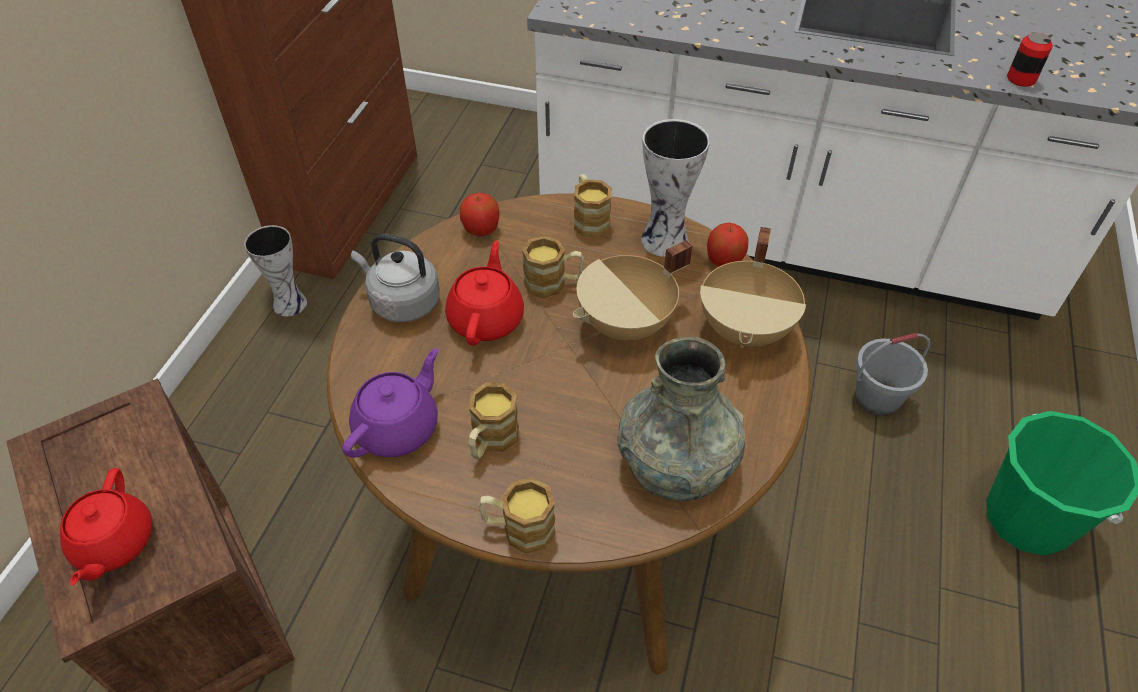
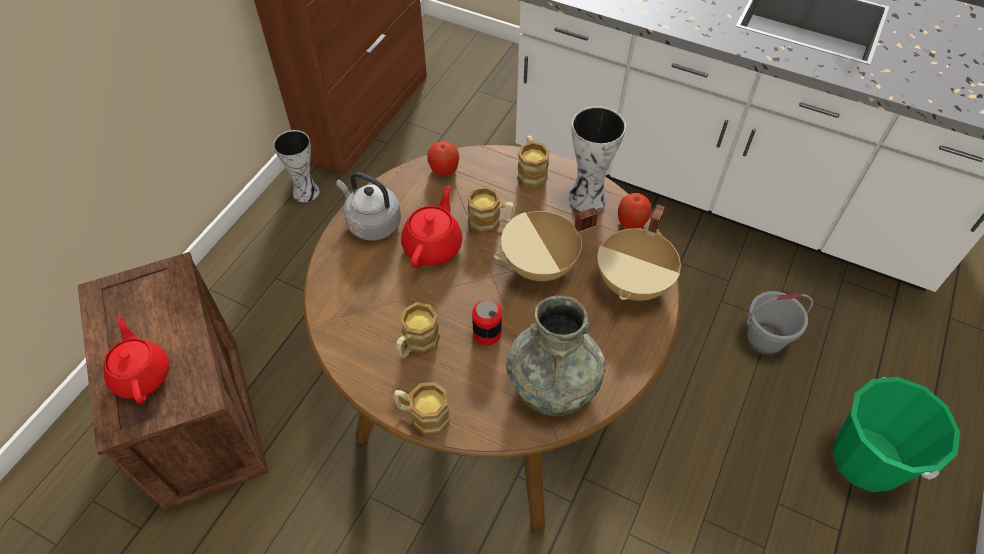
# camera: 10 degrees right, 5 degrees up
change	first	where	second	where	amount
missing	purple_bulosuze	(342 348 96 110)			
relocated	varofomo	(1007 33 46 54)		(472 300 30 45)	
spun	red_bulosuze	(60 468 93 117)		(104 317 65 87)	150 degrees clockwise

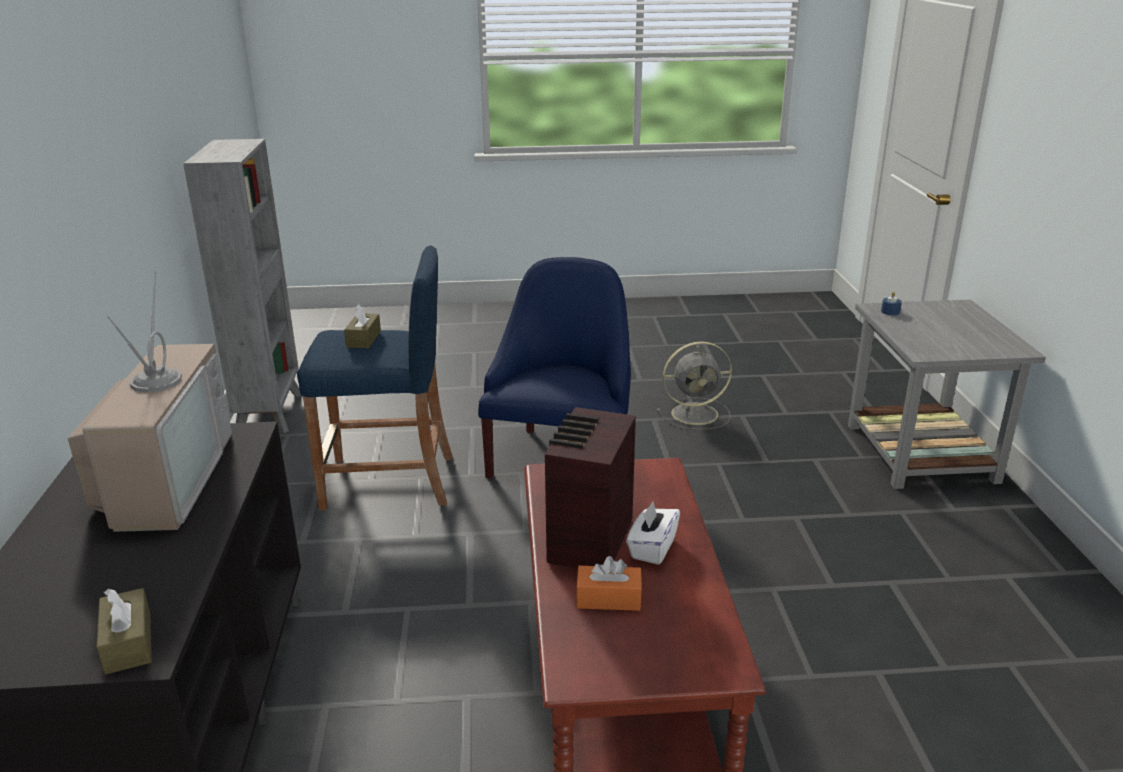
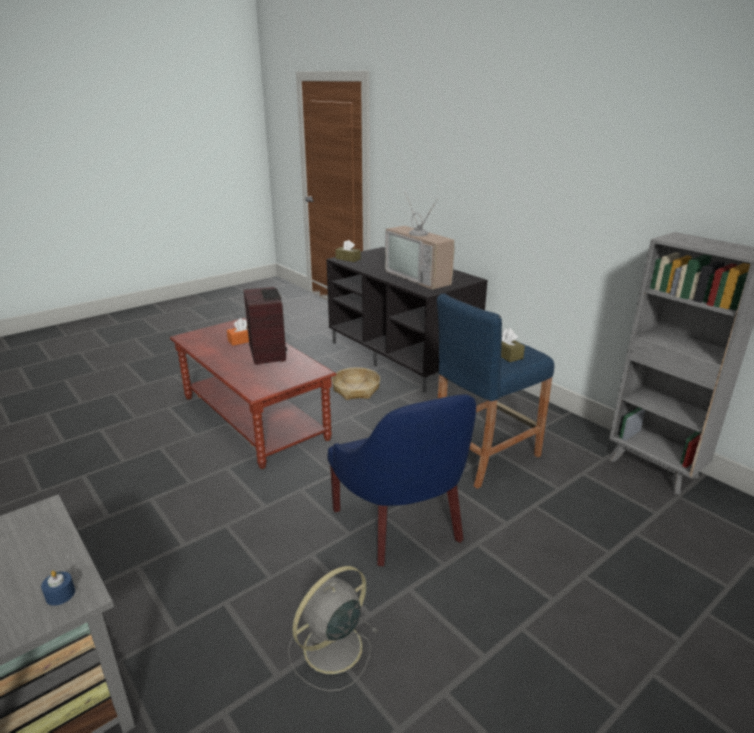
# camera: 145 degrees right, 0 degrees up
change	first	where	second	where	amount
missing	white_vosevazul	(626 501 54 64)			
appeared			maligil	(332 368 48 32)	

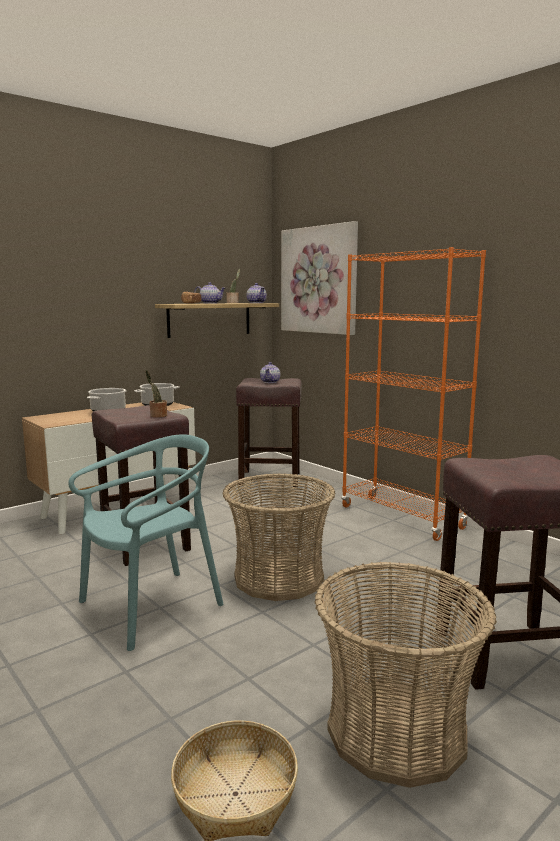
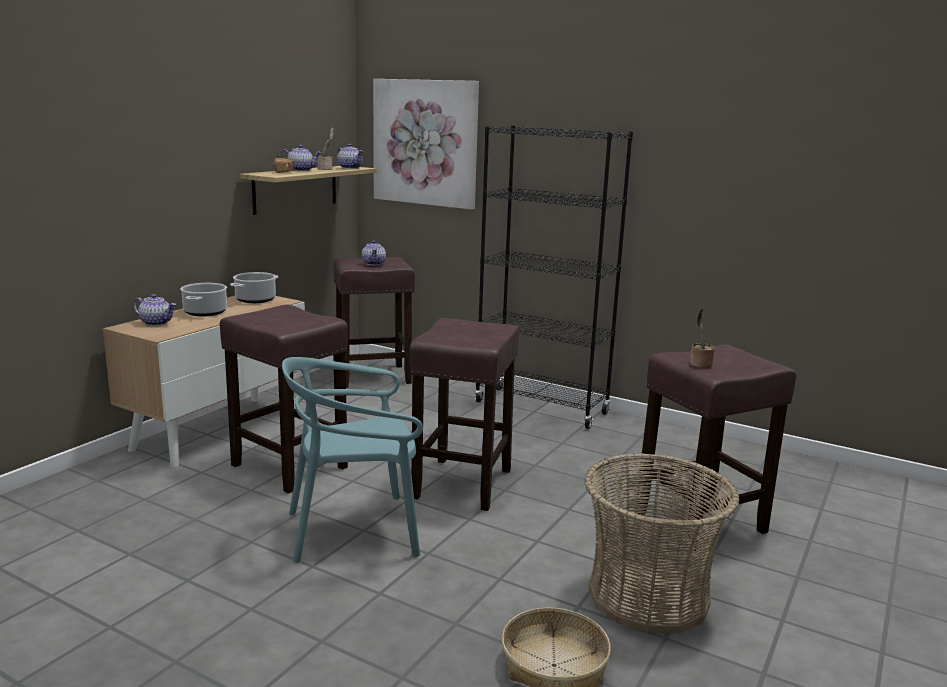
# camera: 20 degrees left, 5 degrees up
change	first	where	second	where	amount
appeared			bulosuze	(133 294 43 32)	
relocated	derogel	(145 370 22 48)		(690 308 25 60)	
exchanged	maligil	(223 474 112 127)	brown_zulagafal	(410 318 110 193)	
colour	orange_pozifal	(341 247 145 294)	black_pozifal	(475 125 158 304)	
spun	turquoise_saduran	(68 434 155 217)		(282 357 141 206)	135 degrees counterclockwise

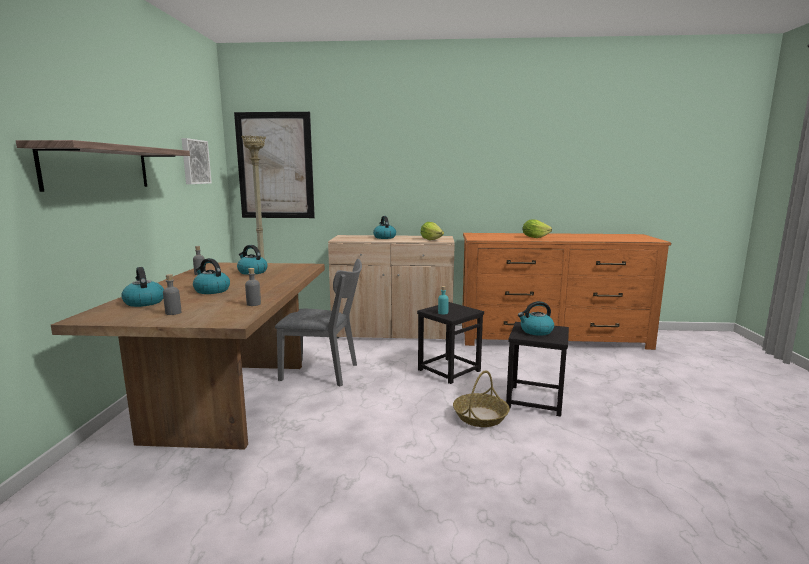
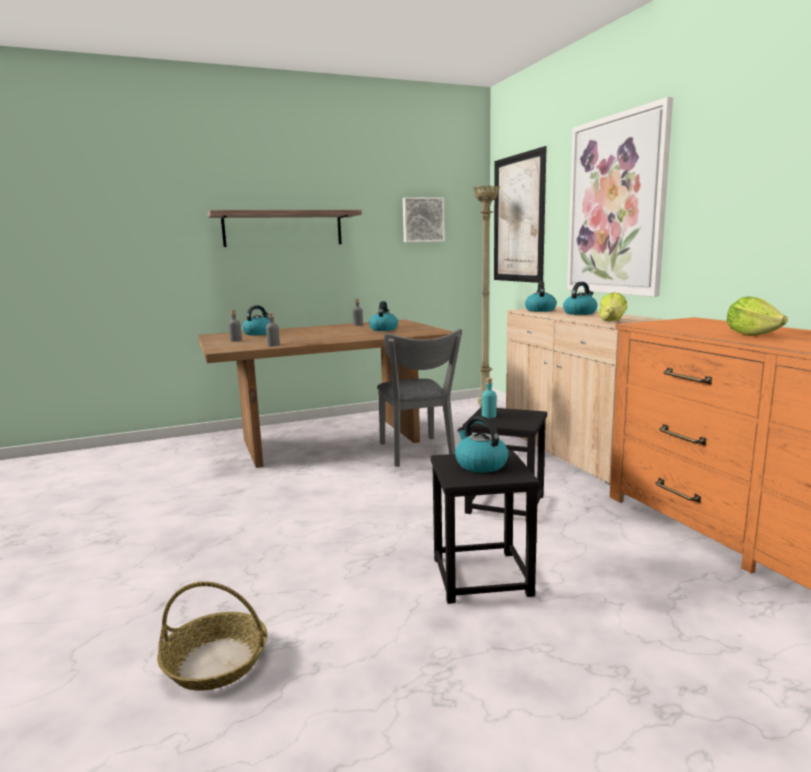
# camera: 65 degrees right, 0 degrees up
change	first	where	second	where	amount
appeared			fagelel	(567 97 106 200)	
relocated	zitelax	(193 258 37 36)		(525 281 32 31)	
relocated	maligil	(453 370 57 57)		(157 581 110 110)	

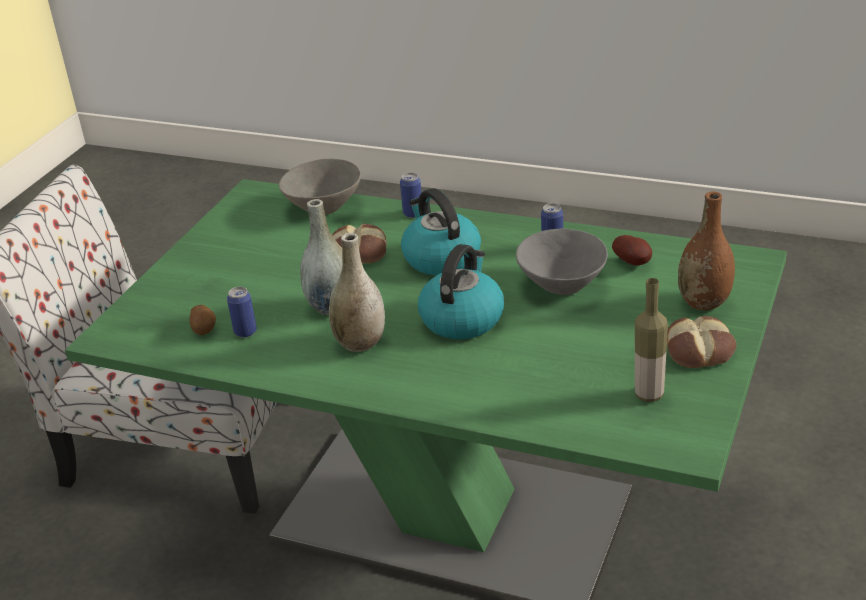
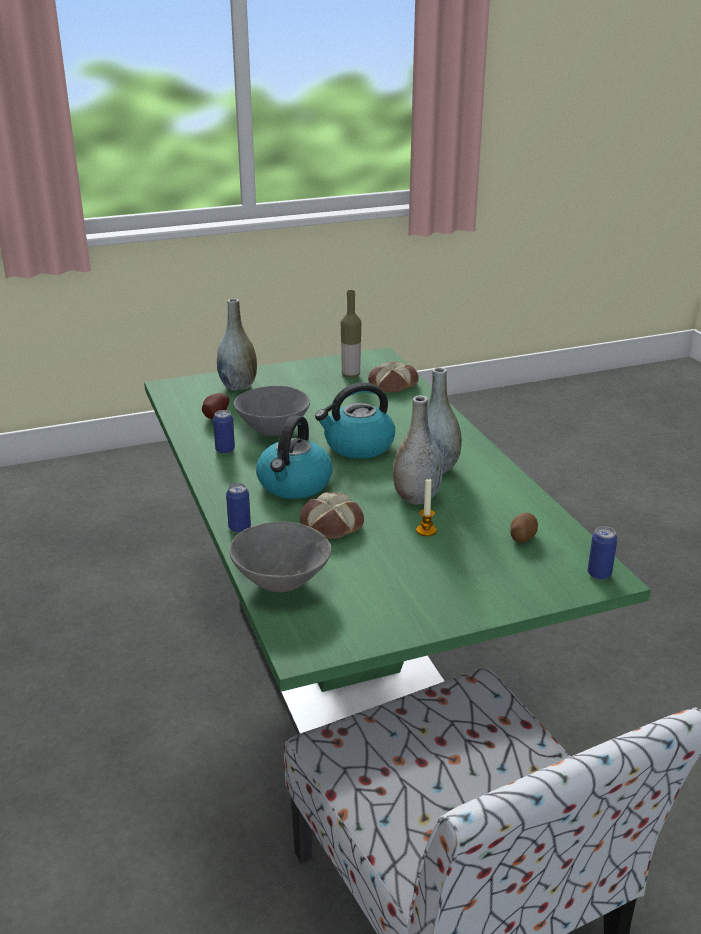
# camera: 135 degrees left, 5 degrees down
change	first	where	second	where	amount
appeared			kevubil	(416 478 21 58)	
relocated	varofomo	(227 287 30 51)		(588 526 29 54)	
relocated	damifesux	(667 316 70 52)		(368 362 51 31)	
colour	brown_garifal	(678 191 57 119)	grey_garifal	(217 299 40 92)	

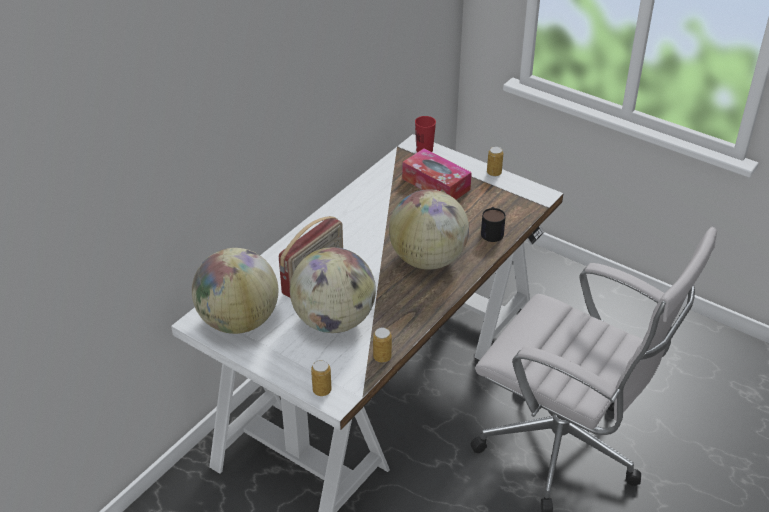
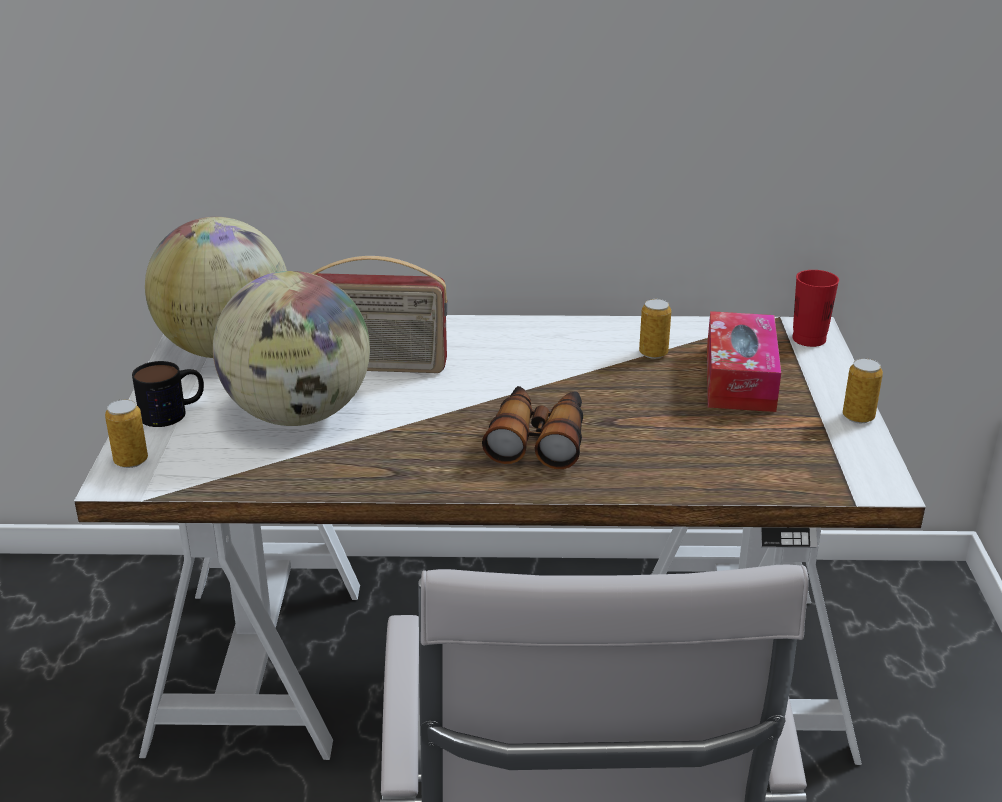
# camera: 55 degrees right, 10 degrees down
change	first	where	second	where	amount
relocated	varofomo	(373 327 19 36)		(639 299 32 60)	
relocated	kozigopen	(481 207 25 35)		(132 361 72 66)	
exchanged	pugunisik	(389 189 80 81)	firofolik	(482 386 101 83)	

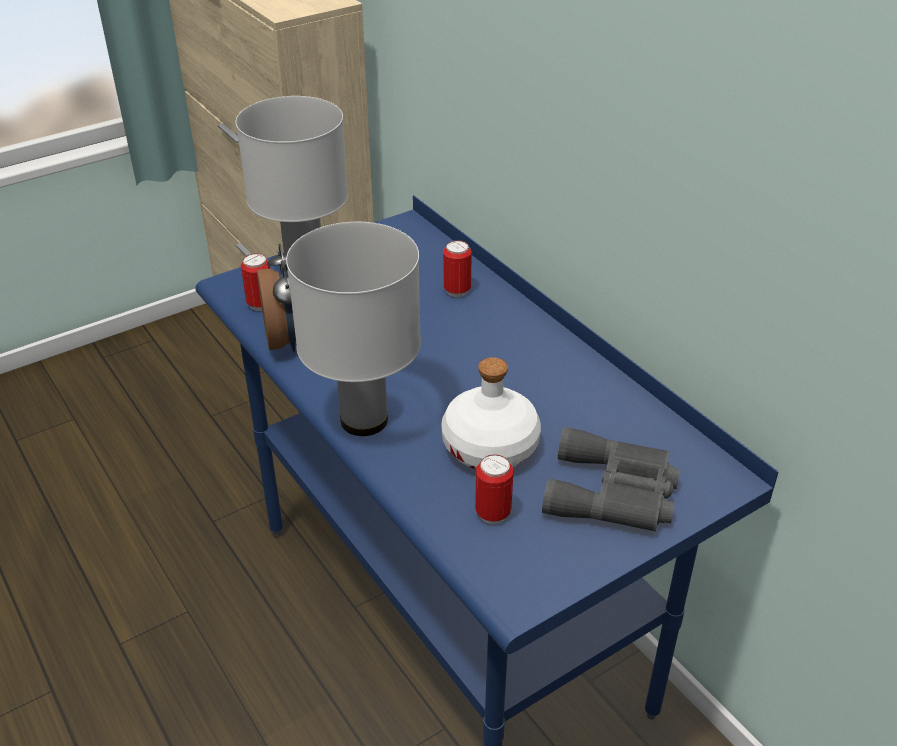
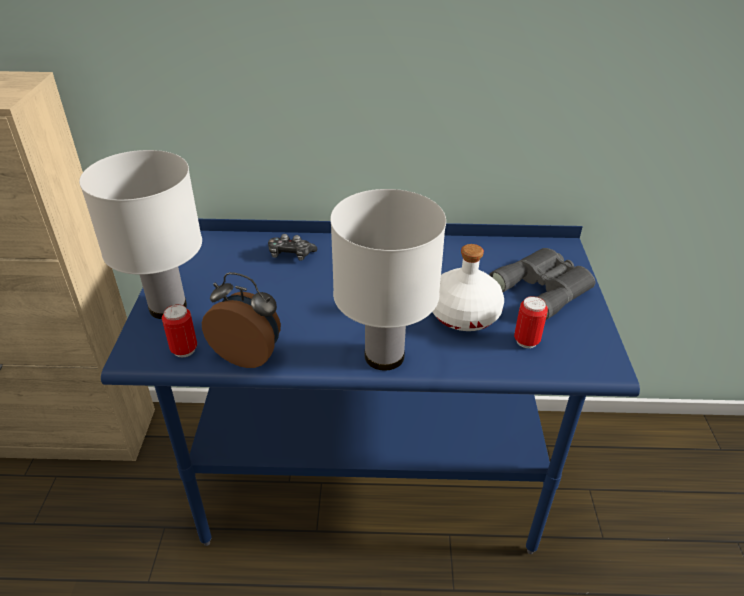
# camera: 55 degrees left, 0 degrees up
change	first	where	second	where	amount
exchanged	varofomo	(443 240 29 57)	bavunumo	(268 234 49 27)	

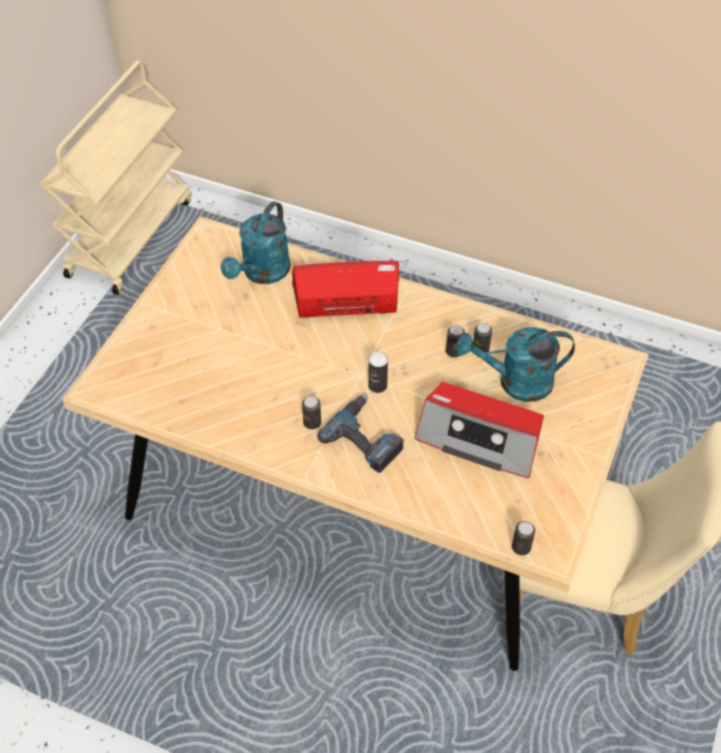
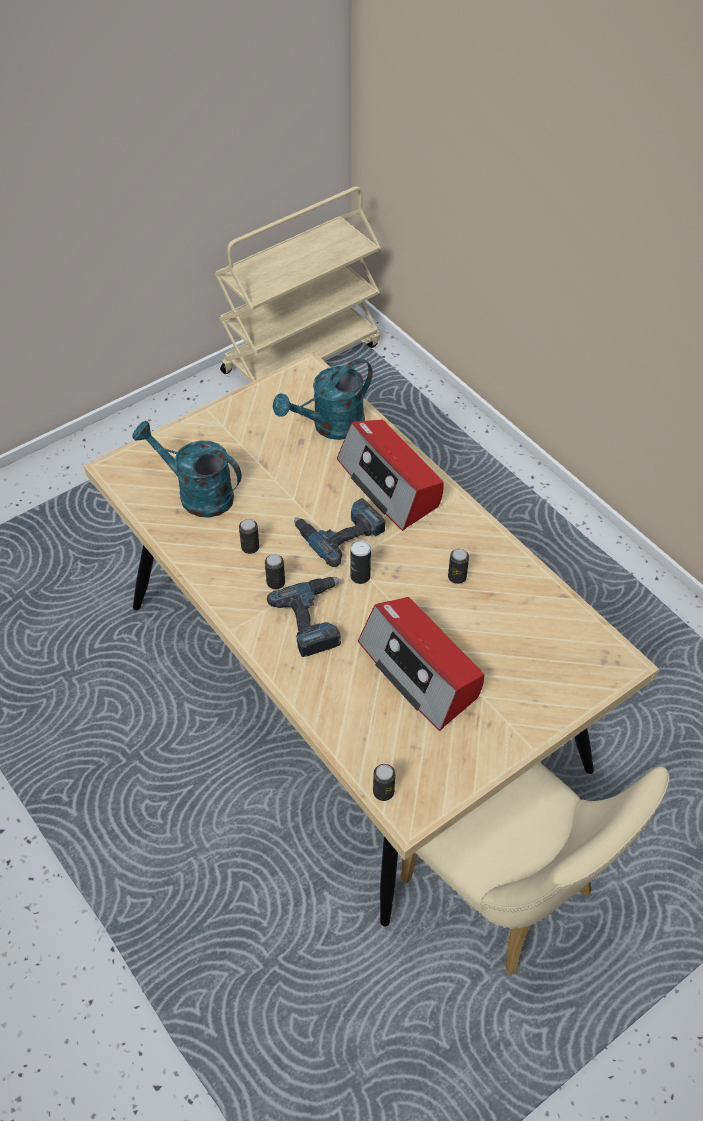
# camera: 30 degrees right, 0 degrees up
change	first	where	second	where	amount
appeared			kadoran	(294 498 91 69)	
relocated	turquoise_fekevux	(455 327 120 75)		(132 421 110 97)	
relocated	varofomo	(473 323 19 29)		(239 519 21 35)	
spun	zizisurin	(292 261 107 56)		(337 420 107 111)	150 degrees counterclockwise

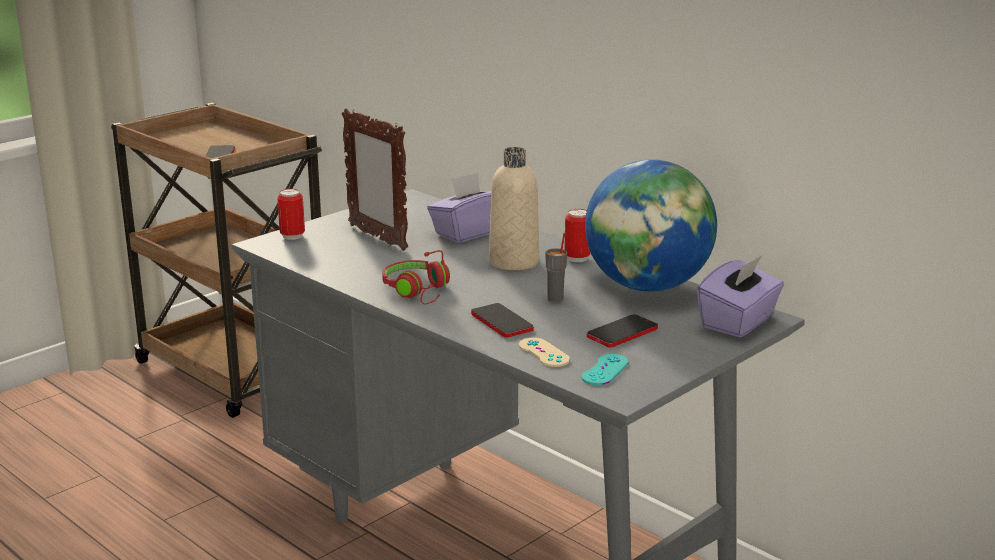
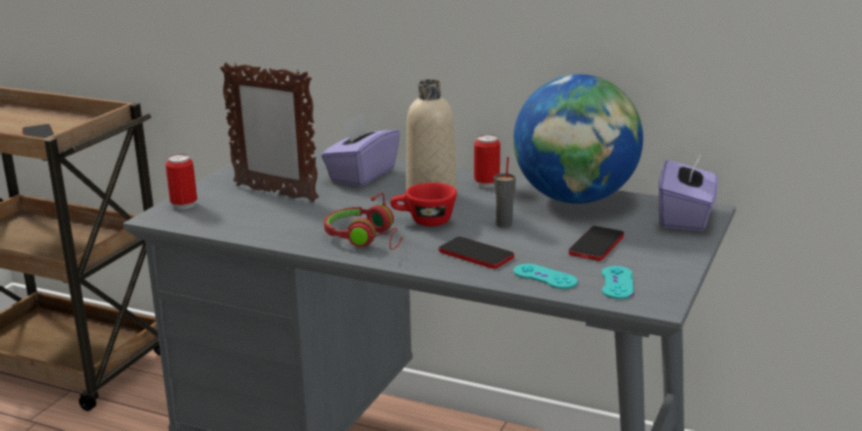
# camera: 20 degrees left, 0 degrees up
change	first	where	second	where	amount
appeared			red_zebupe	(390 182 67 44)	
colour	beige_bavunumo	(519 338 51 29)	turquoise_bavunumo	(514 264 64 25)	

